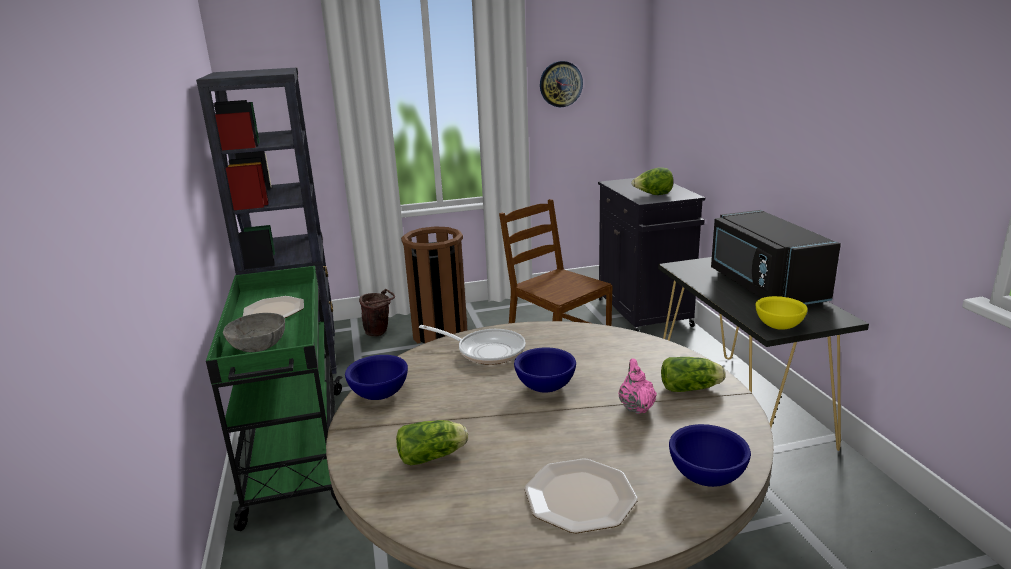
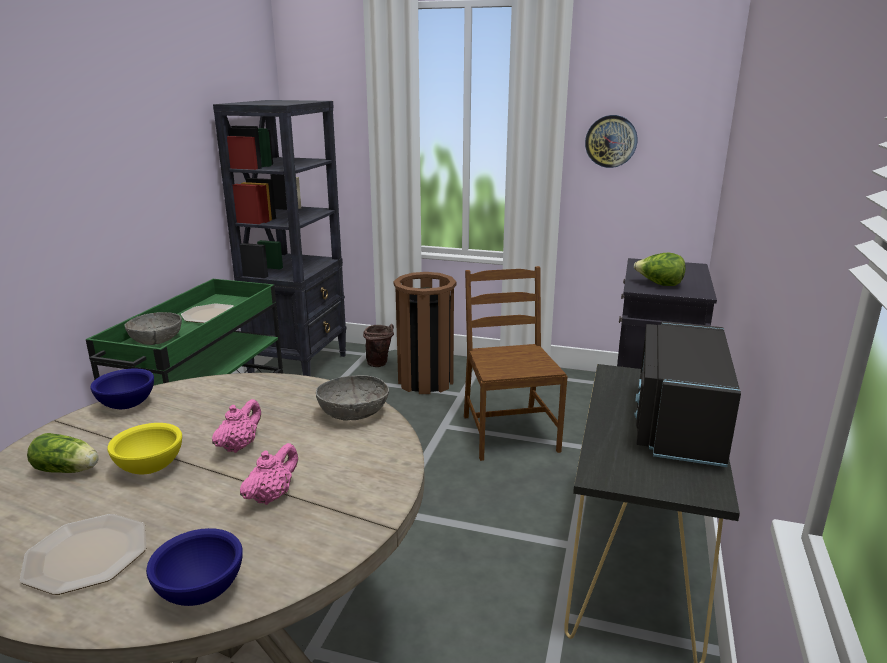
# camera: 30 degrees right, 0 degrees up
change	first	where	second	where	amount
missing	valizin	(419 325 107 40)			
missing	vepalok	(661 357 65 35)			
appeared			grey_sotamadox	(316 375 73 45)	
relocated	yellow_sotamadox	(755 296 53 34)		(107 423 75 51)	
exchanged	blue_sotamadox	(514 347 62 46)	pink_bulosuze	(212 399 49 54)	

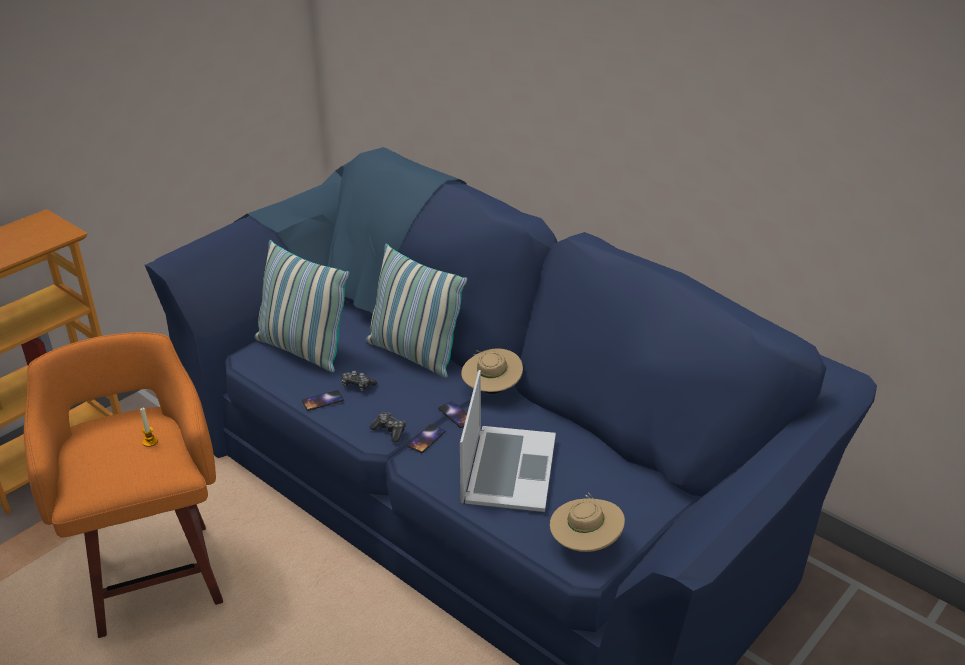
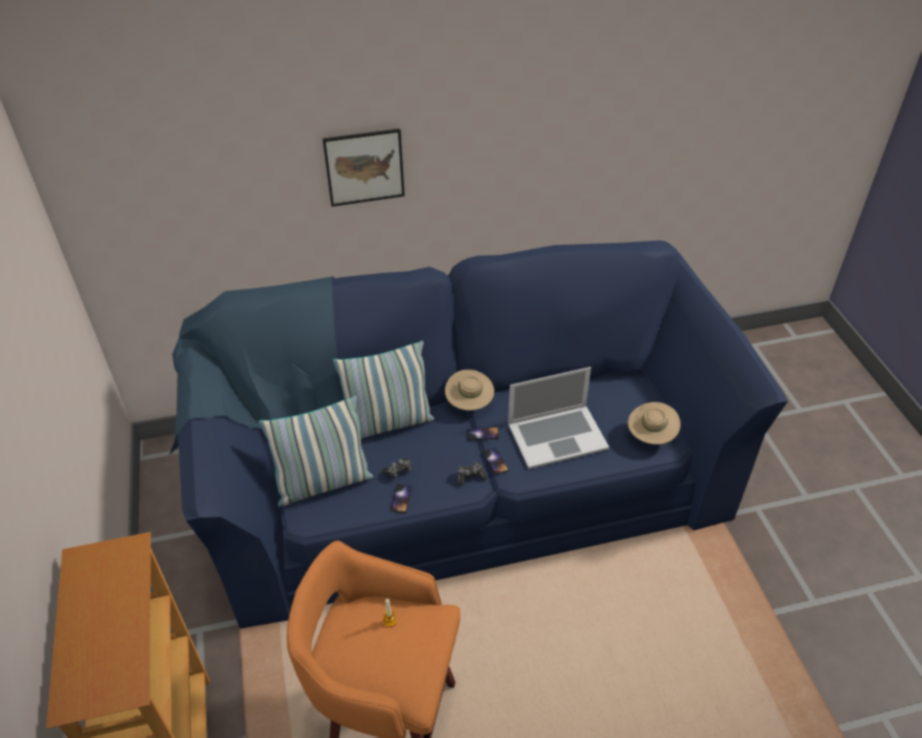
# camera: 55 degrees left, 10 degrees up
change	first	where	second	where	amount
appeared			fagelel	(323 128 82 79)	
spun	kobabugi	(460 370 96 142)		(508 367 101 102)	120 degrees clockwise

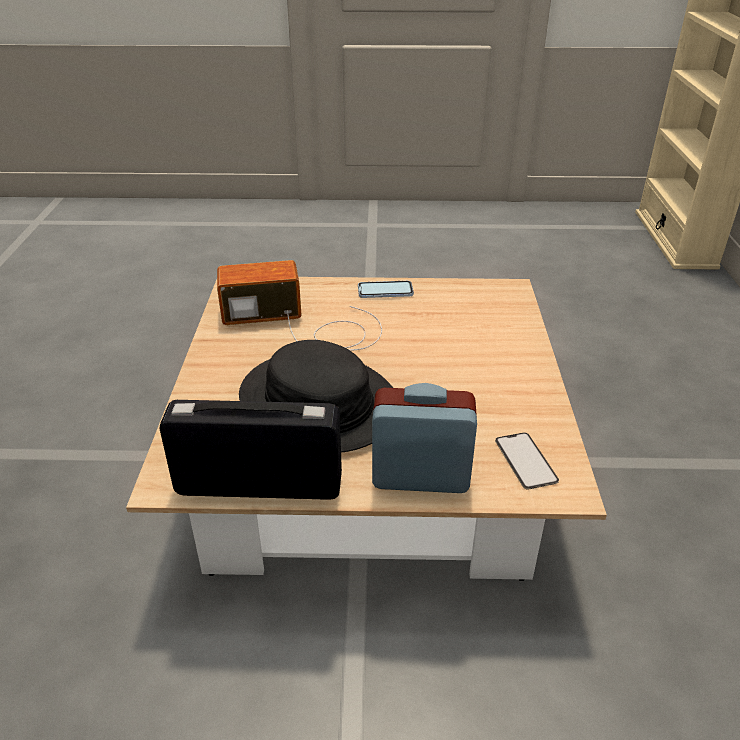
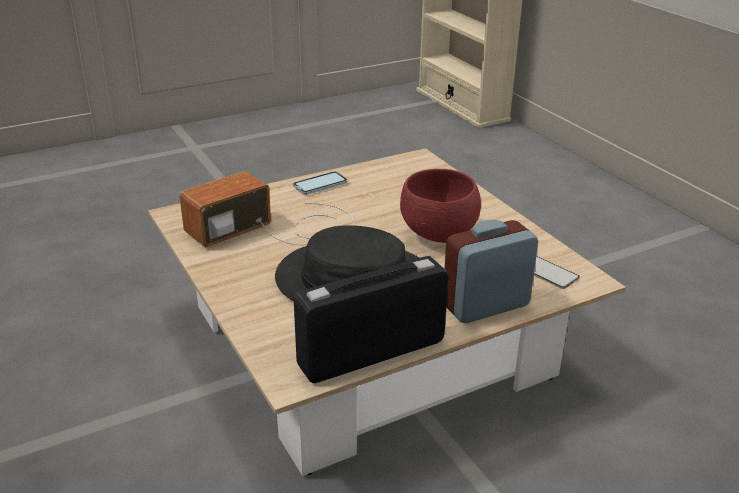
# camera: 30 degrees left, 5 degrees down
change	first	where	second	where	amount
appeared			red_sotamadox	(400 169 81 74)	

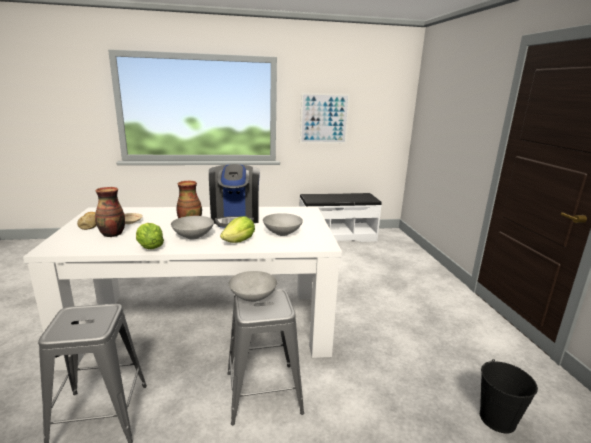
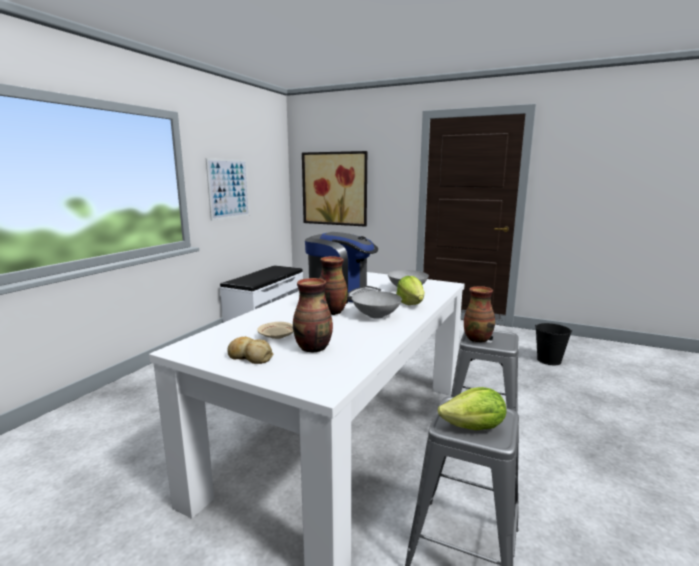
# camera: 55 degrees left, 5 degrees down
change	first	where	second	where	amount
appeared			fagelel	(302 151 65 76)	
relocated	vepalok	(136 223 28 26)		(438 387 68 43)	
exchanged	grey_sotamadox	(229 271 48 31)	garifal	(464 286 31 57)	

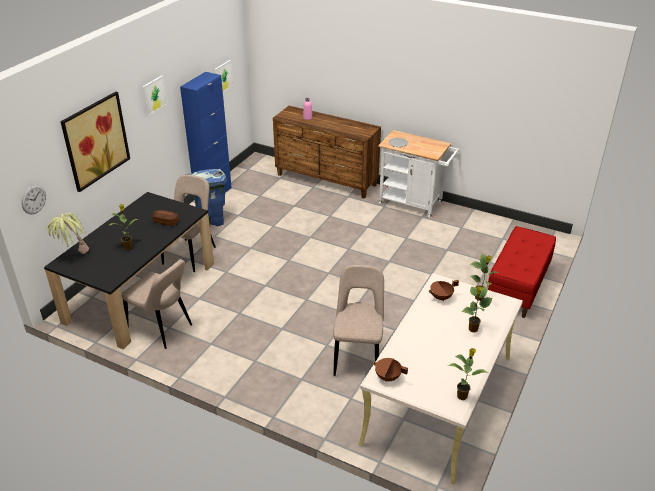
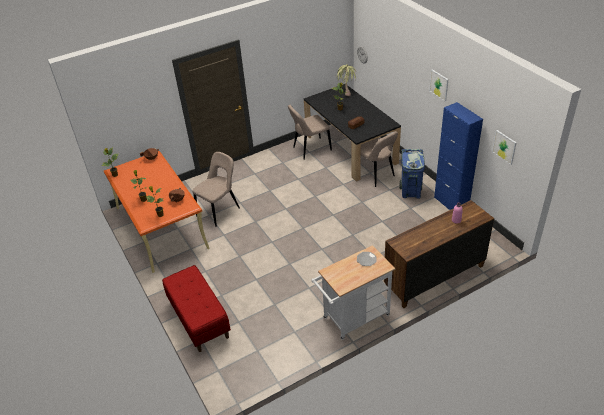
# camera: 125 degrees right, 5 degrees up
change	first	where	second	where	amount
missing	fagelel	(60 92 70 100)			
colour	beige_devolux	(359 273 164 212)	orange_devolux	(104 151 106 122)	
spun	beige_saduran	(333 265 51 111)		(192 152 48 75)	90 degrees counterclockwise

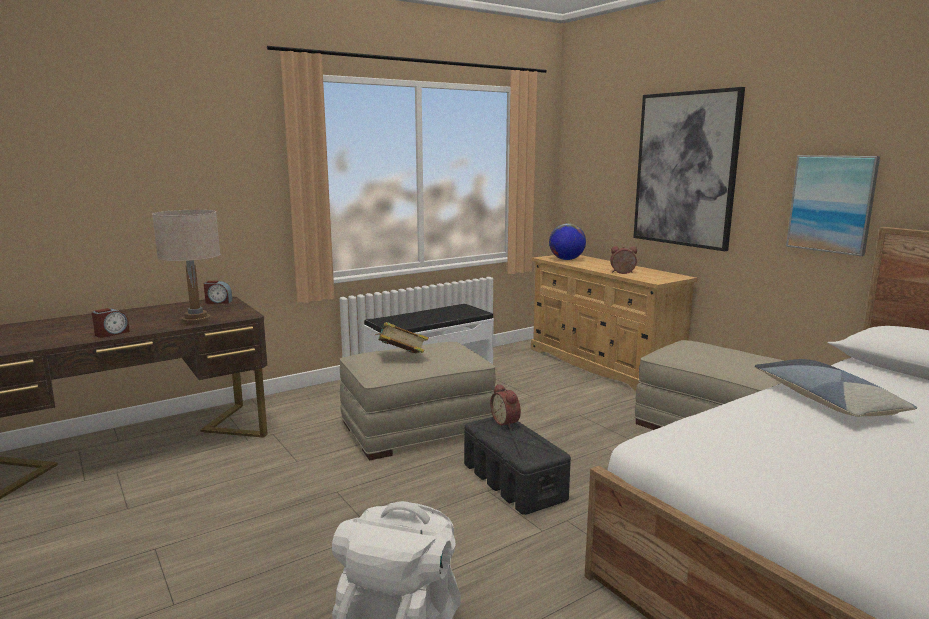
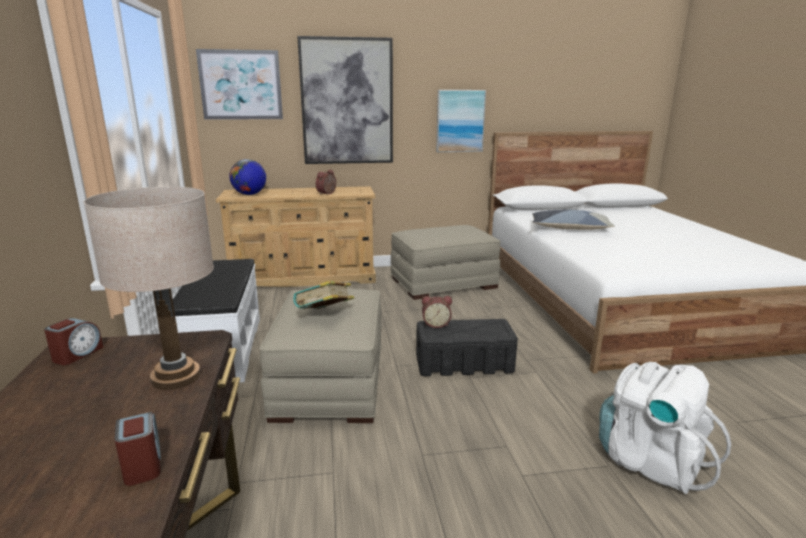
# camera: 65 degrees left, 5 degrees up
change	first	where	second	where	amount
appeared			fagelel	(196 49 87 71)	

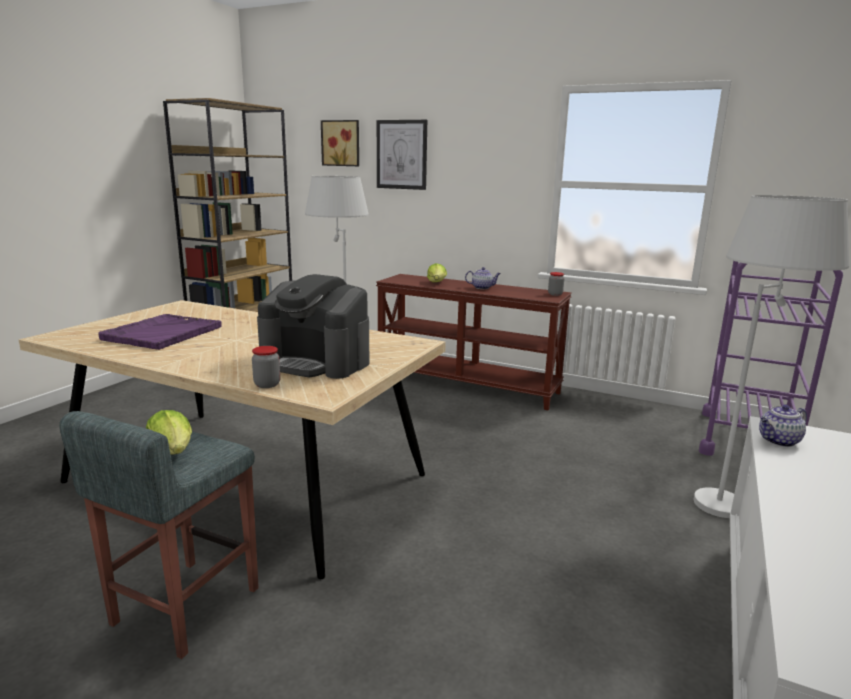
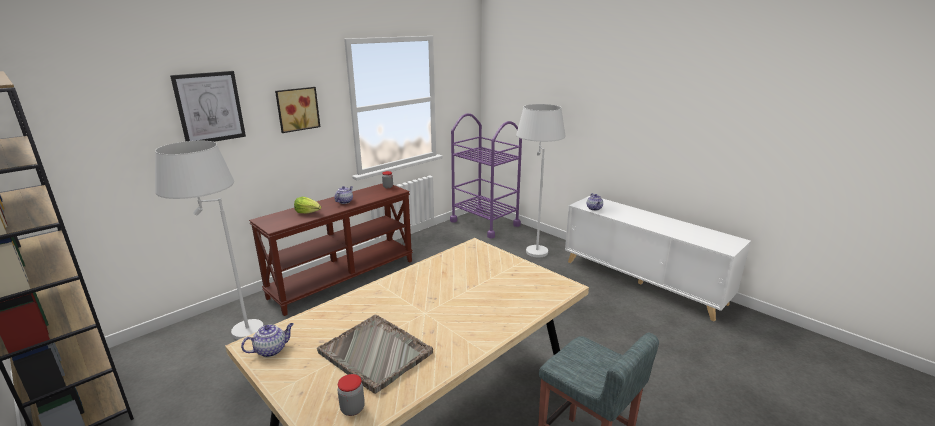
# camera: 70 degrees left, 5 degrees up
change	first	where	second	where	amount
missing	vepalok	(146 410 46 44)			
missing	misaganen	(257 274 112 105)			
appeared			bulosuze	(241 323 53 34)	
relocated	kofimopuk	(252 346 28 42)		(338 374 27 42)	
relocated	fagelel	(321 120 38 46)		(275 87 45 46)	
colour	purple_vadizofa	(98 314 124 36)	grey_vadizofa	(317 315 116 79)	

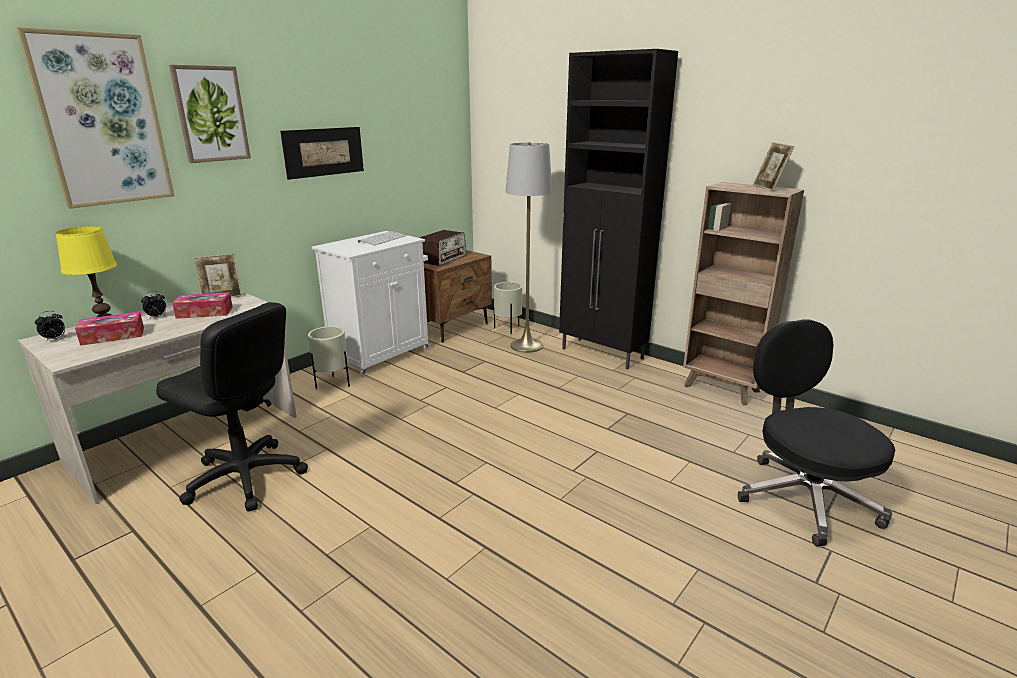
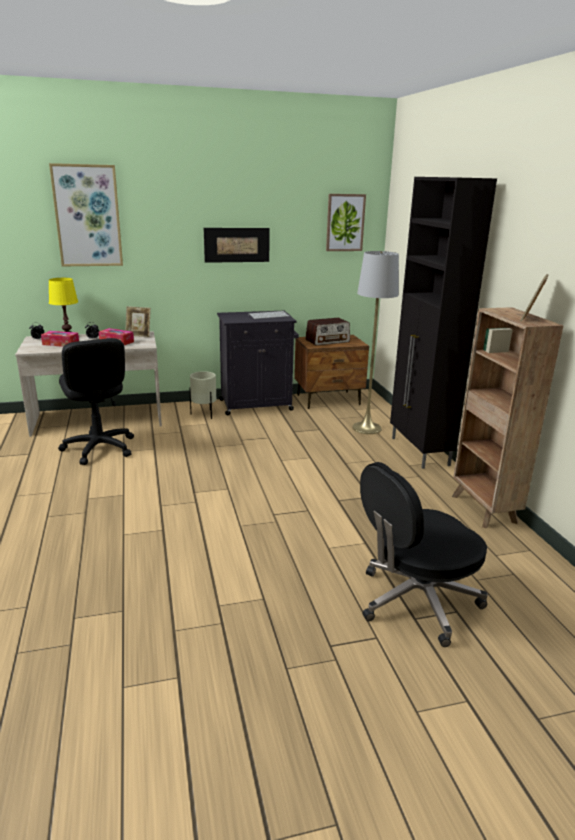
# camera: 35 degrees right, 0 degrees up
change	first	where	second	where	amount
missing	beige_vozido	(494 282 28 52)			
relocated	fagelel	(169 65 82 98)		(326 194 40 57)	
colour	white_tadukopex	(312 231 118 146)	black_tadukopex	(217 311 82 104)	
spun	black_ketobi	(738 319 157 227)		(360 462 128 185)	135 degrees counterclockwise

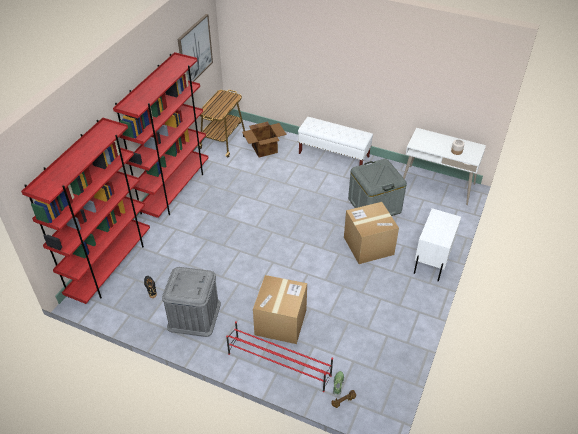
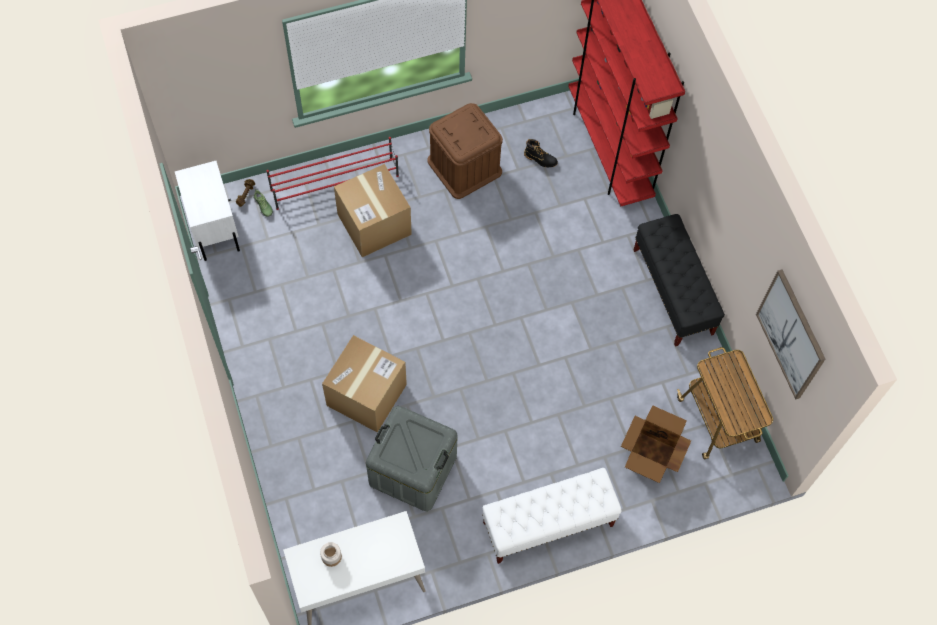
# camera: 135 degrees right, 20 degrees up
change	first	where	second	where	amount
relocated	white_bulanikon	(414 208 47 73)		(175 161 65 100)	
exchanged	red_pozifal	(113 52 95 166)	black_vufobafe	(633 214 92 133)	
colour	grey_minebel	(162 267 59 70)	brown_minebel	(427 103 76 96)	

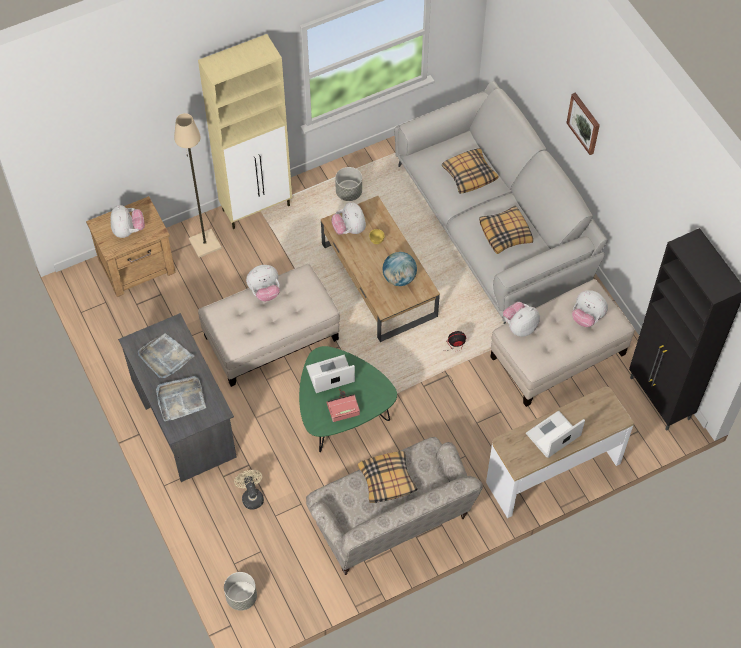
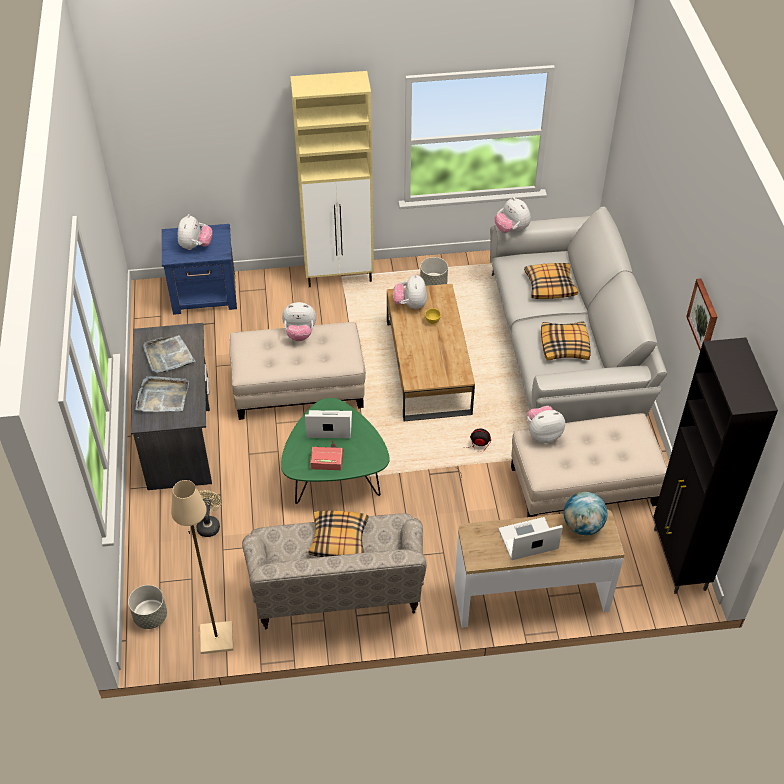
# camera: 20 degrees right, 10 degrees down
change	first	where	second	where	amount
relocated	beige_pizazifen	(174 113 48 145)		(171 480 62 174)	
relocated	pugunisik	(383 252 34 34)		(564 492 44 43)	
relocated	fagelel	(566 92 34 63)		(686 279 31 71)	
relocated	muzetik	(572 290 36 37)		(494 197 37 36)	
colour	brown_bulanikon	(86 196 90 101)	blue_bulanikon	(162 224 75 91)	

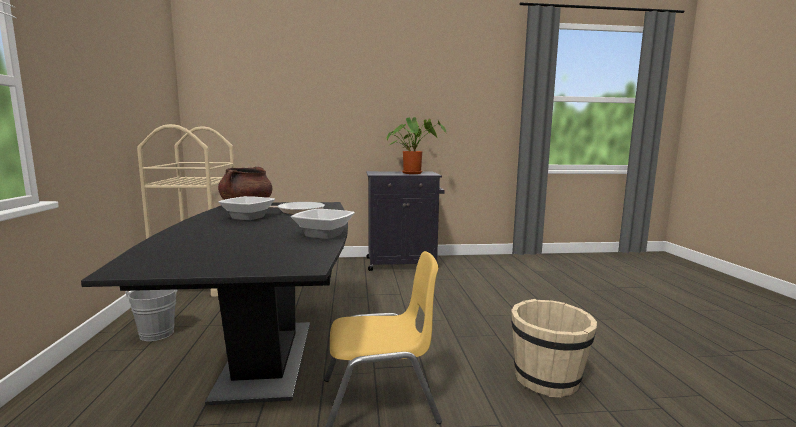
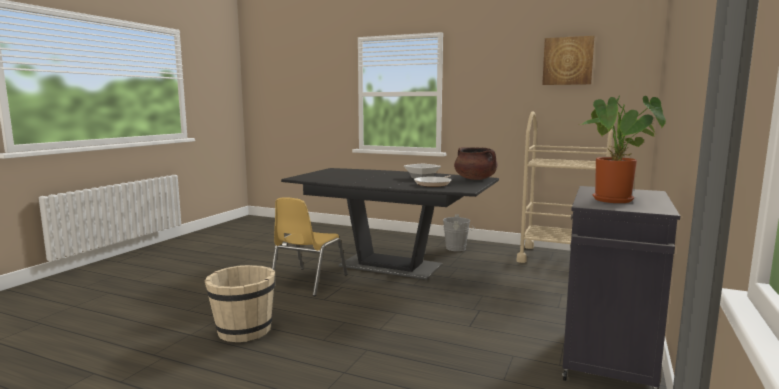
# camera: 120 degrees right, 0 degrees up
change	first	where	second	where	amount
missing	sotamadox	(291 209 64 30)			
appeared			fagelel	(542 36 53 49)	

